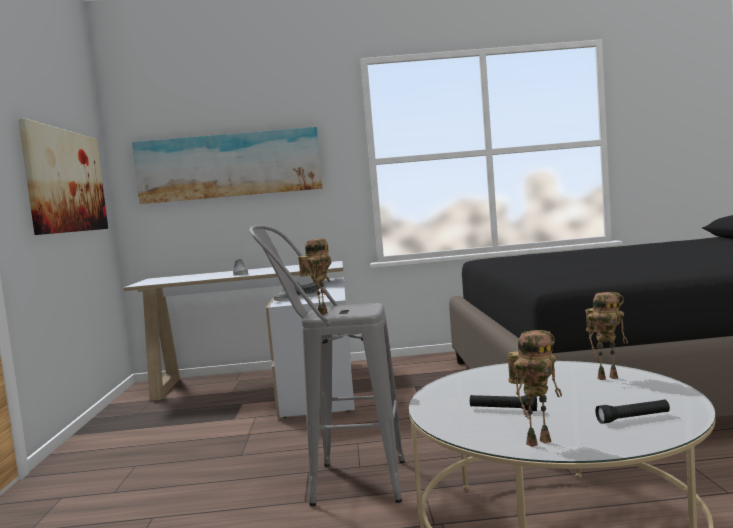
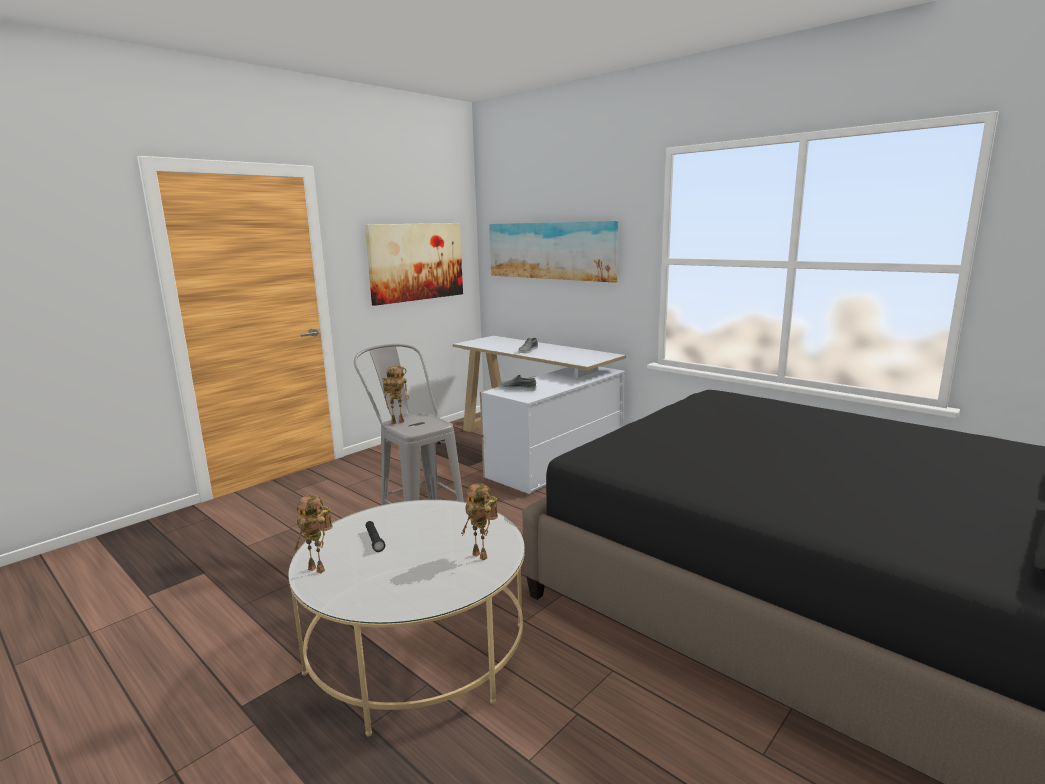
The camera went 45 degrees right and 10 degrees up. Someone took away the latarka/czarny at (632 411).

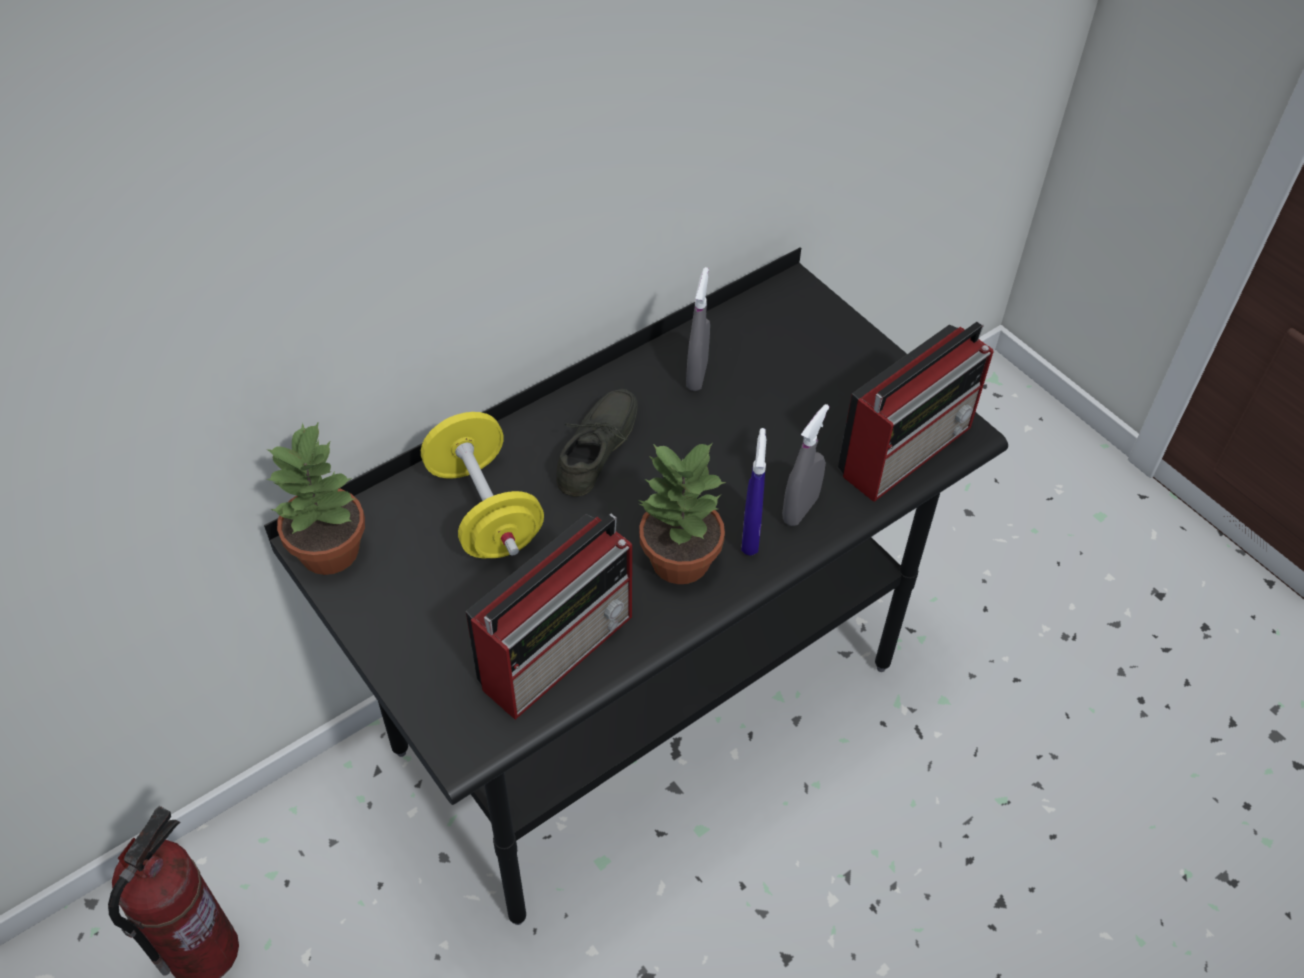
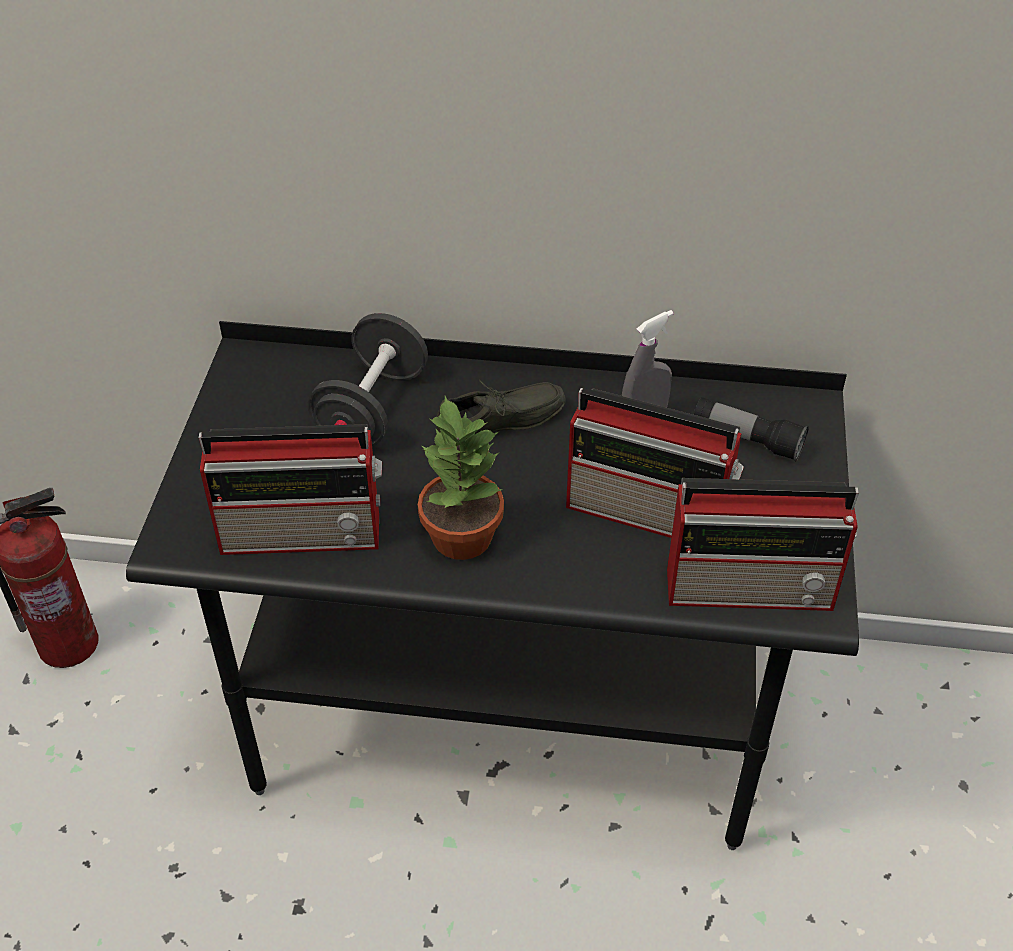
The camera went 45 degrees right and 5 degrees down. Someone took away the roślina doniczkowa at (315 498). Someone repainted the hantel/żółty at (482 485), which became the hantel/czarny at (368 380). Someone took away the spryskiwacz/niebieski at (753 492). Someone took away the spryskiwacz/szary at (805 465). Someone put down the radio at (655 463). Someone put down the latarka at (751 429).

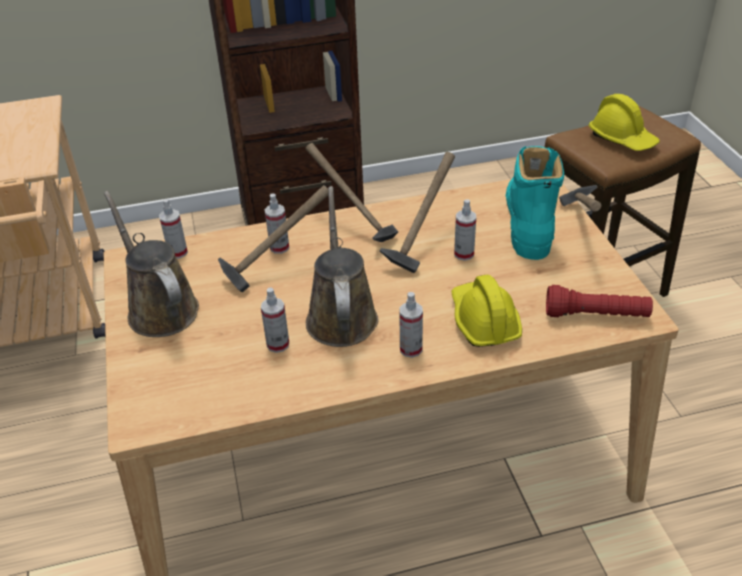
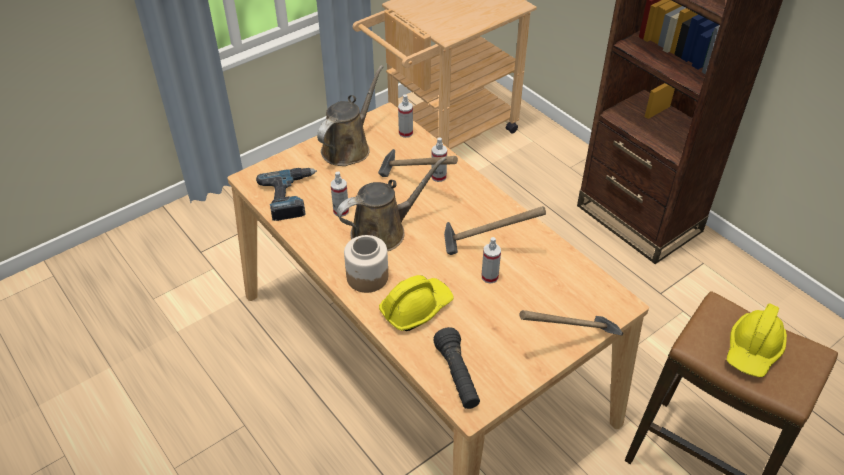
The camera went 65 degrees right and 5 degrees up. Someone took away the młotek at (351 192). Someone swapped the spryskiwacz at (411 325) for the słoik at (366 264). Someone took away the but z cholewką/turkusowy at (534 203). Someone repainted the latarka/czerwony at (599 301), which became the latarka/czarny at (456 368). Someone put down the wiertarka at (286 194).

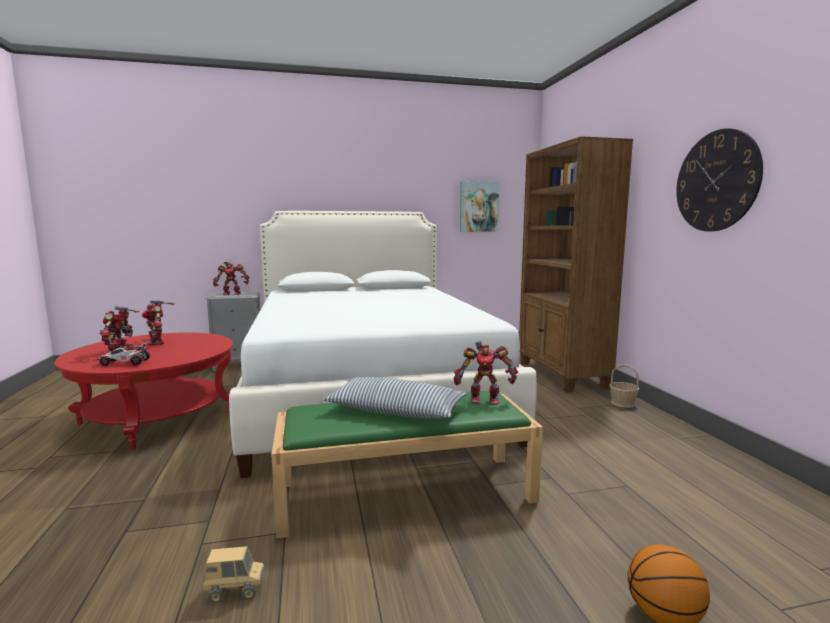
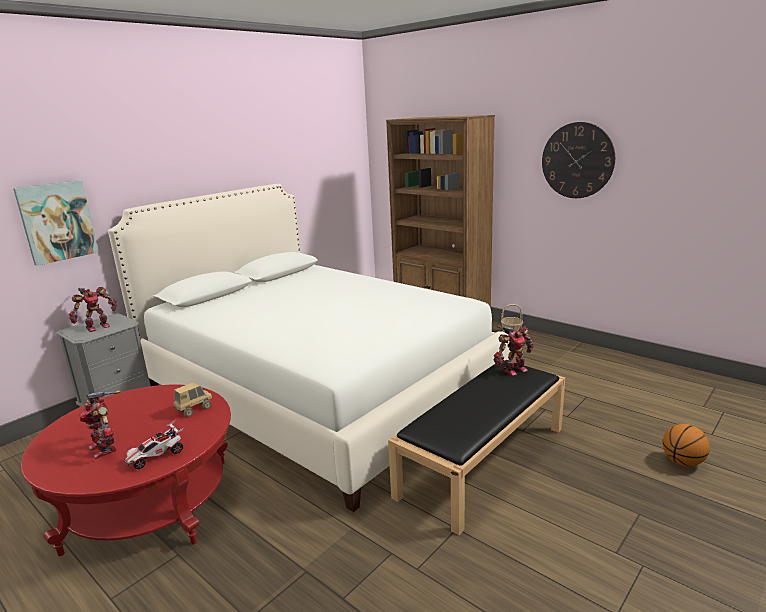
The camera went 35 degrees left and 10 degrees up. Someone took away the robot zabawkowy at (158 323). Someone carried the ciężarówka zabawkowa from (233 574) to (193 399). Someone repainted the ławka/zielony at (407 465), which became the ławka/czarny at (476 447). Someone took away the poduszka at (395 398). Someone carried the obraz from (479 206) to (56 223).

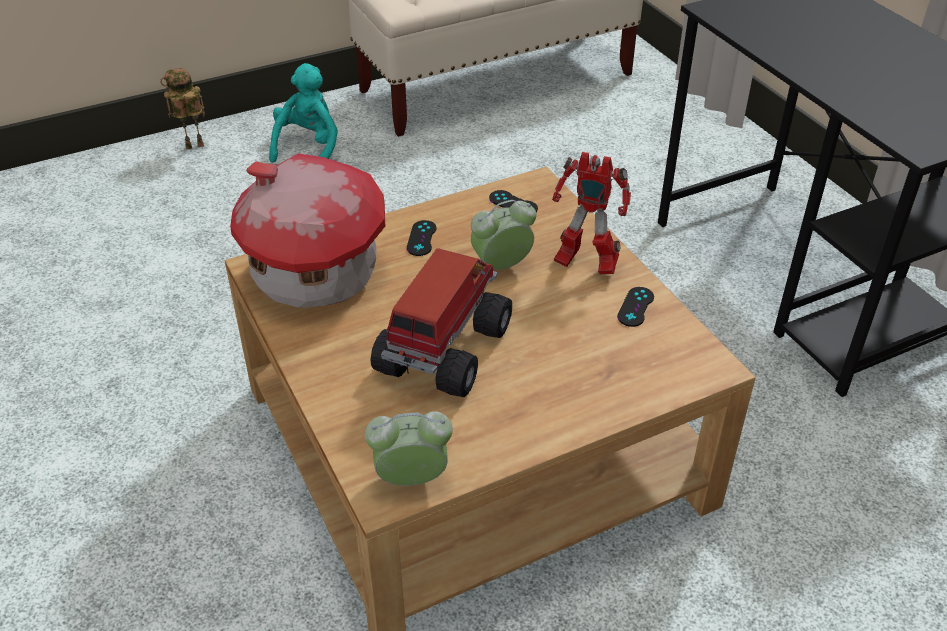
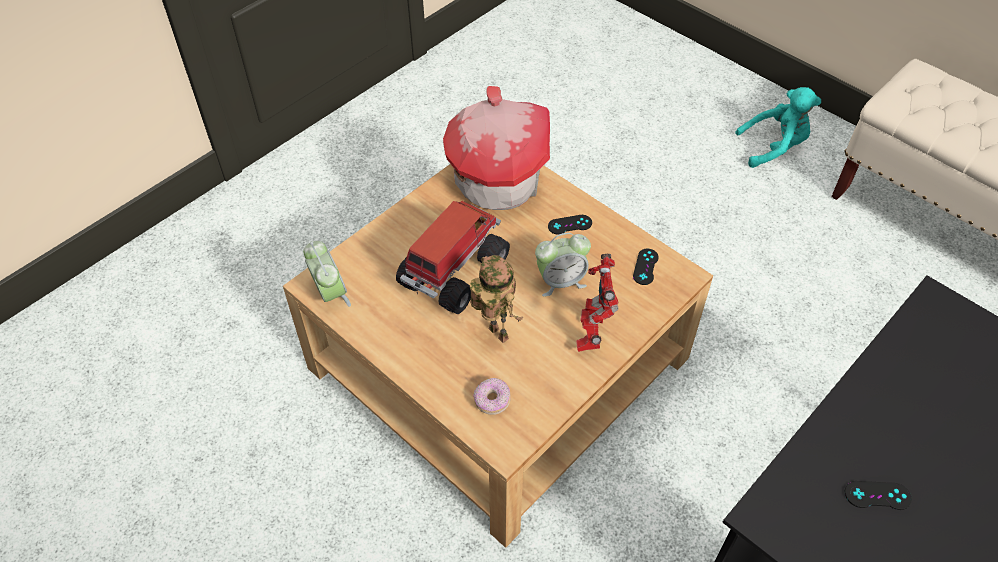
The camera went 70 degrees right and 10 degrees up. Someone carried the robot zabawkowy from (182 109) to (496 299). Someone rotated the ciężarówka zabawkowa at (441 322) by 60 degrees counterclockwise. Someone rotated the budzik at (504 235) by 120 degrees clockwise. Someone carried the pad do gier/czarny from (635 307) to (878 495). Someone put down the donut at (492 396).

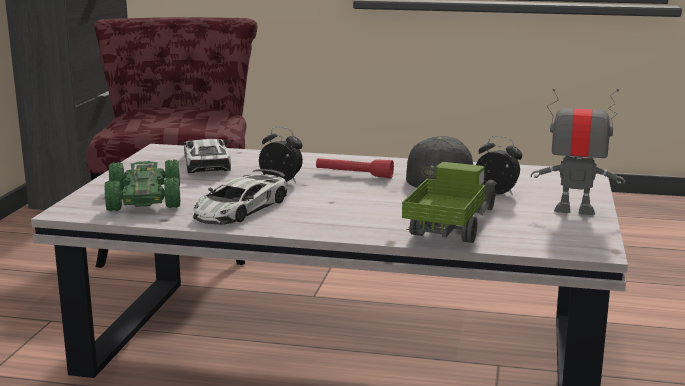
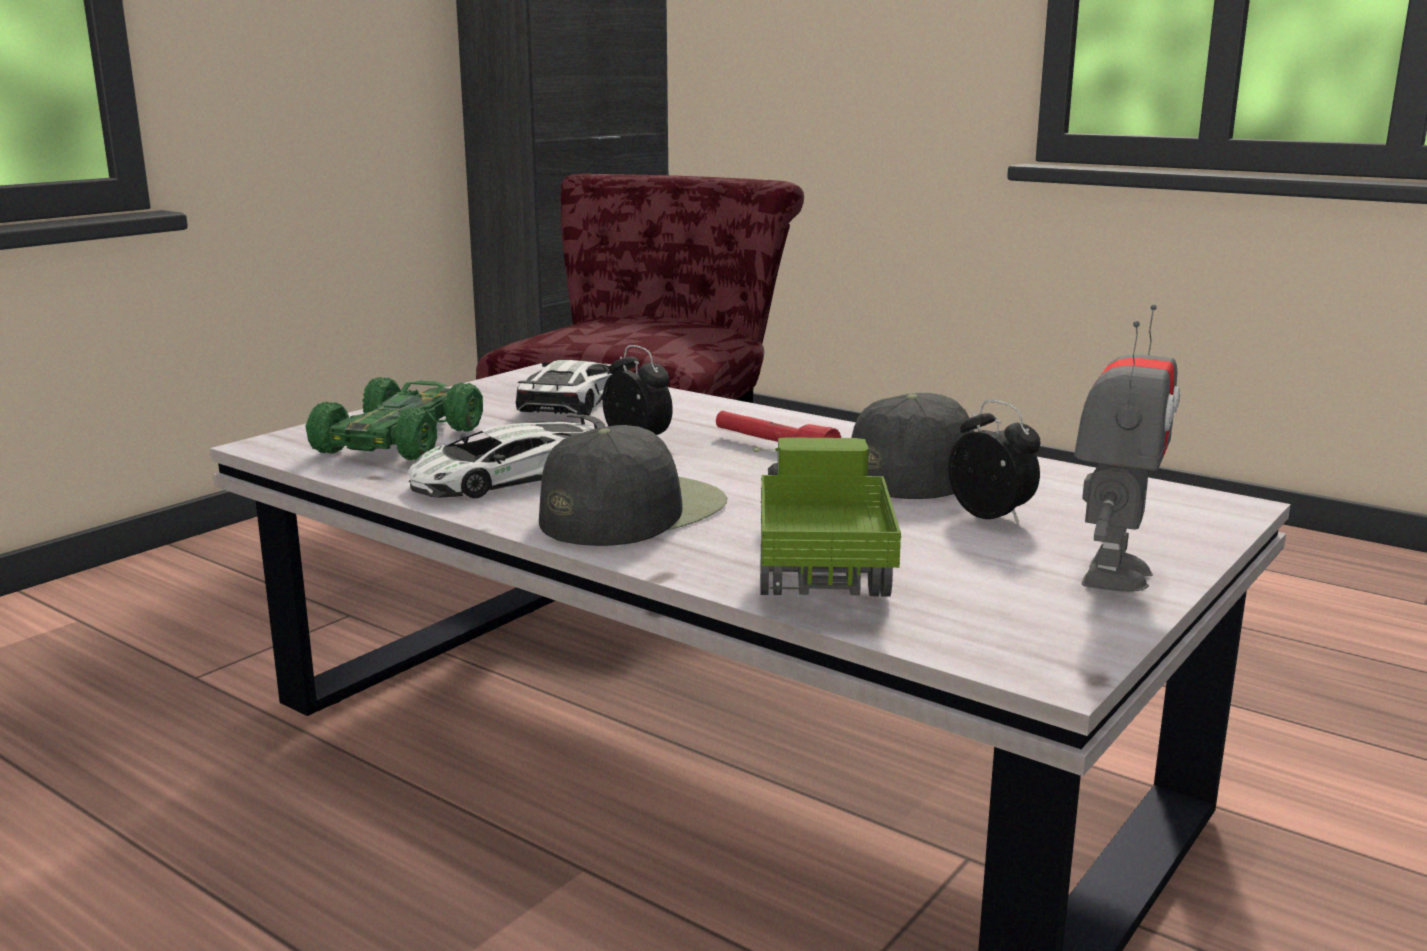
The camera went 25 degrees right and 0 degrees up. Someone rotated the ciężarówka zabawkowa at (450 202) by 45 degrees counterclockwise. Someone rotated the robot zabawkowy at (578 152) by 75 degrees clockwise. Someone put down the czapka z daszkiem/czarny at (633 485).

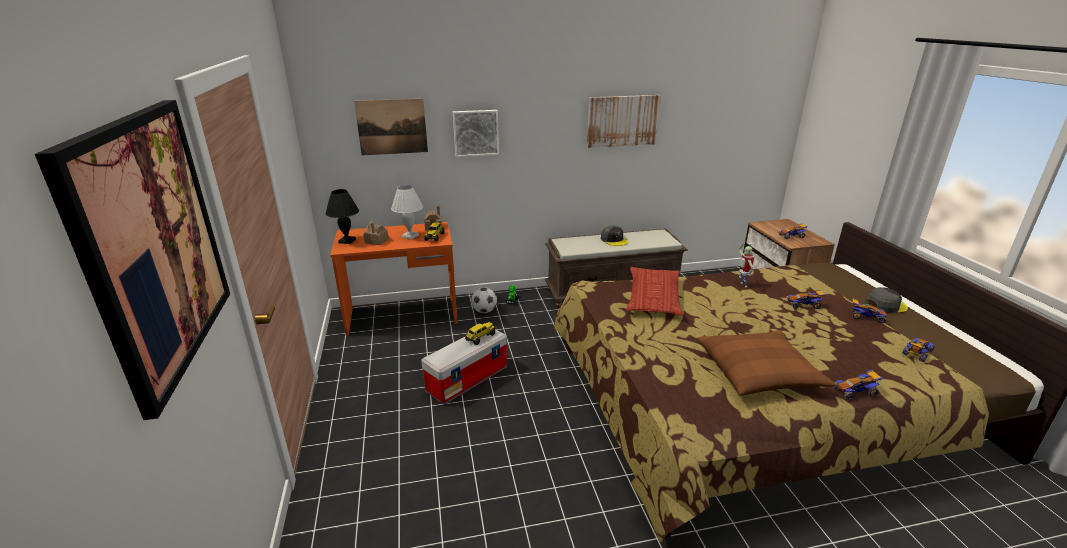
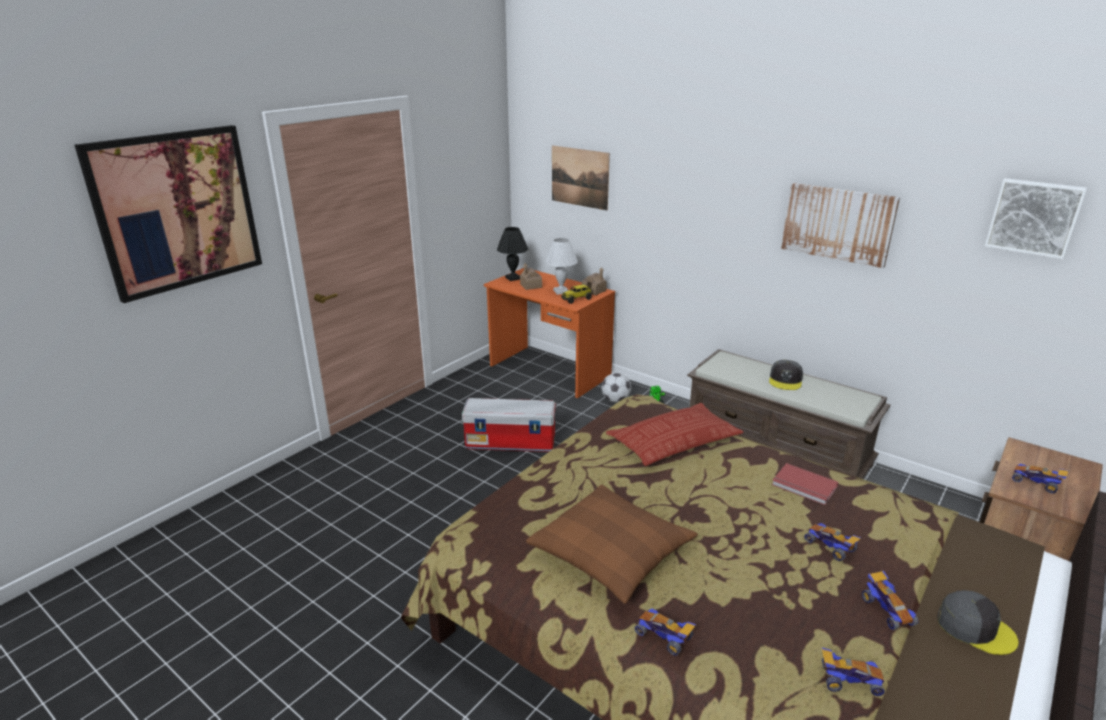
The camera went 50 degrees right and 0 degrees up. Someone carried the obraz from (476 133) to (1036 218). Someone took away the ciężarówka zabawkowa at (480 333). Someone swapped the robot zabawkowy at (746 264) for the książka/czerwony at (805 484).

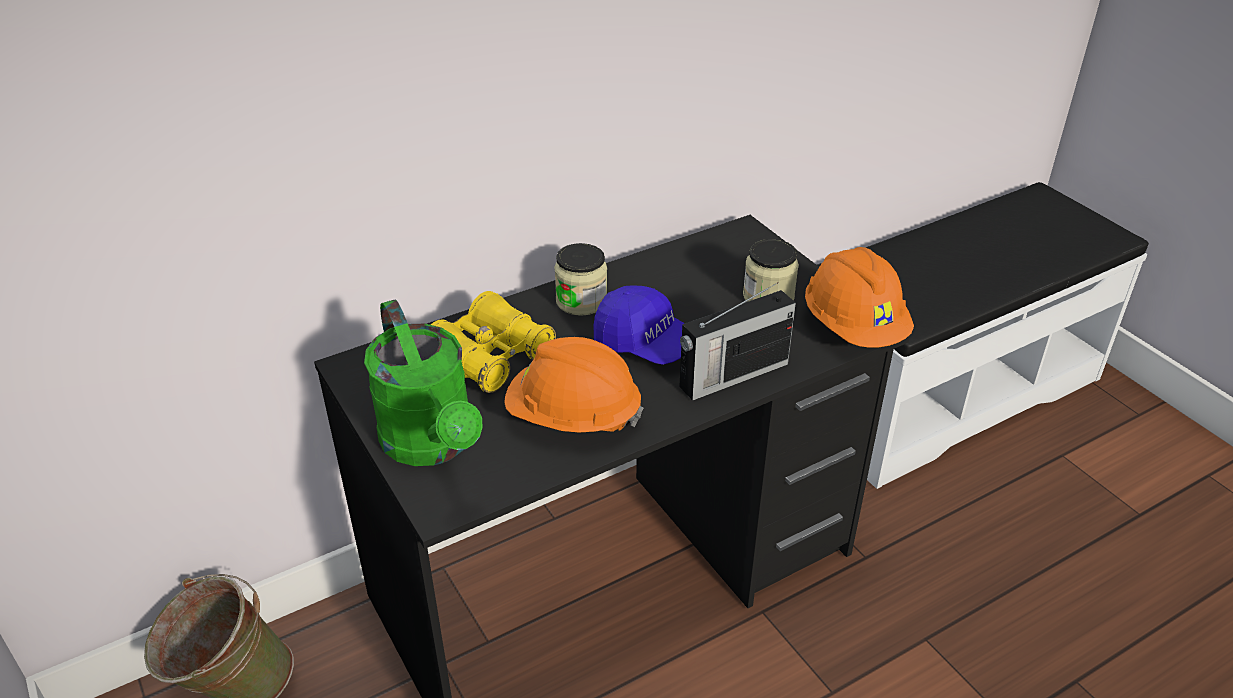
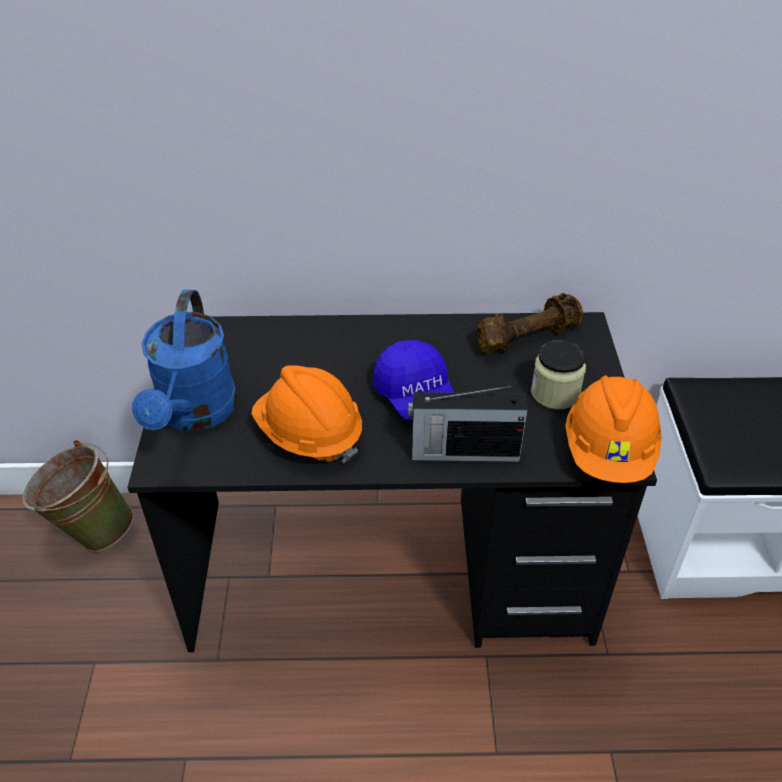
The camera went 30 degrees right and 5 degrees up. Someone repainted the konewka/zielony at (423 383), which became the konewka/niebieski at (184 361). Someone took away the lornetka/żółty at (493 342). Someone took away the słoik at (580 279). Someone put down the hantel/brązowy at (530 323).

